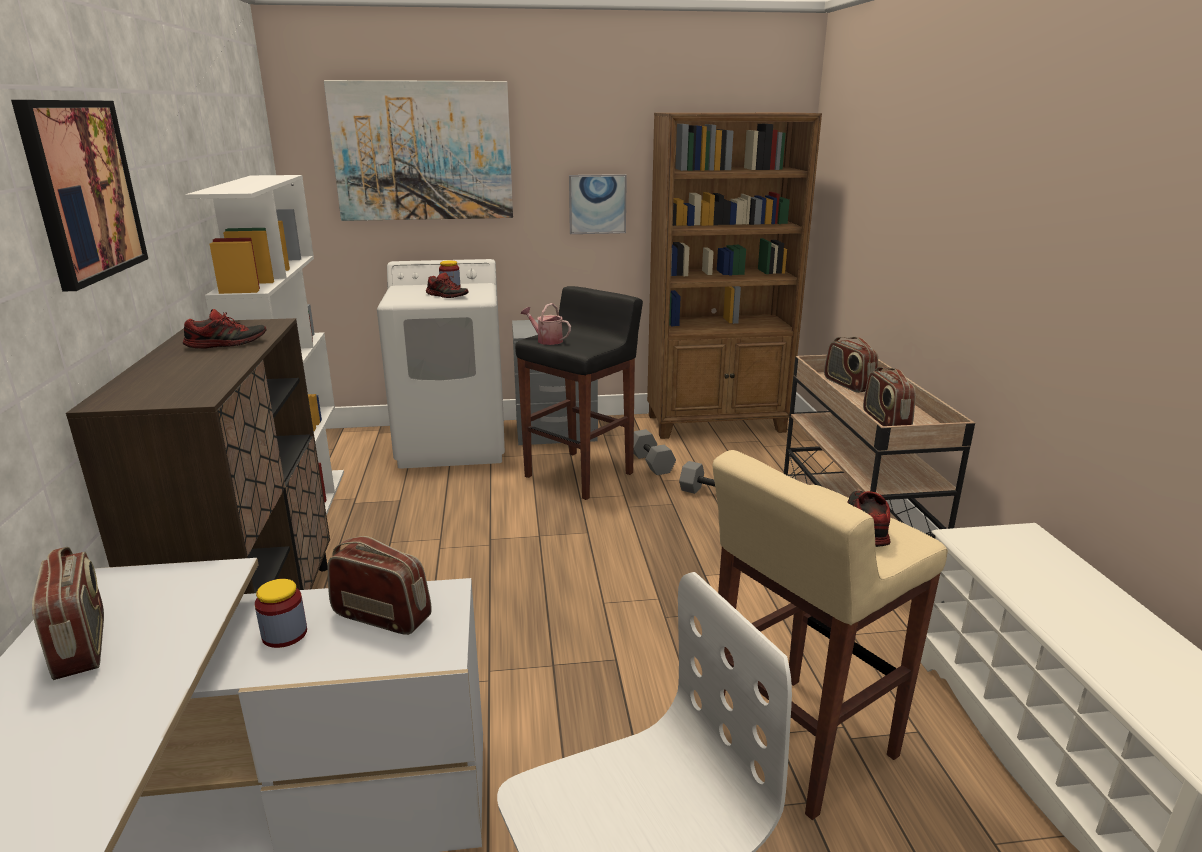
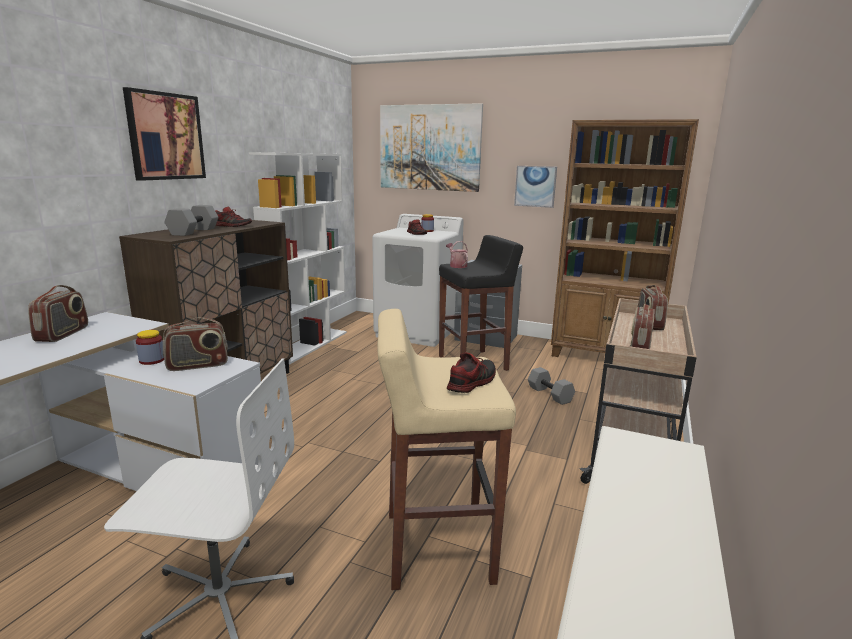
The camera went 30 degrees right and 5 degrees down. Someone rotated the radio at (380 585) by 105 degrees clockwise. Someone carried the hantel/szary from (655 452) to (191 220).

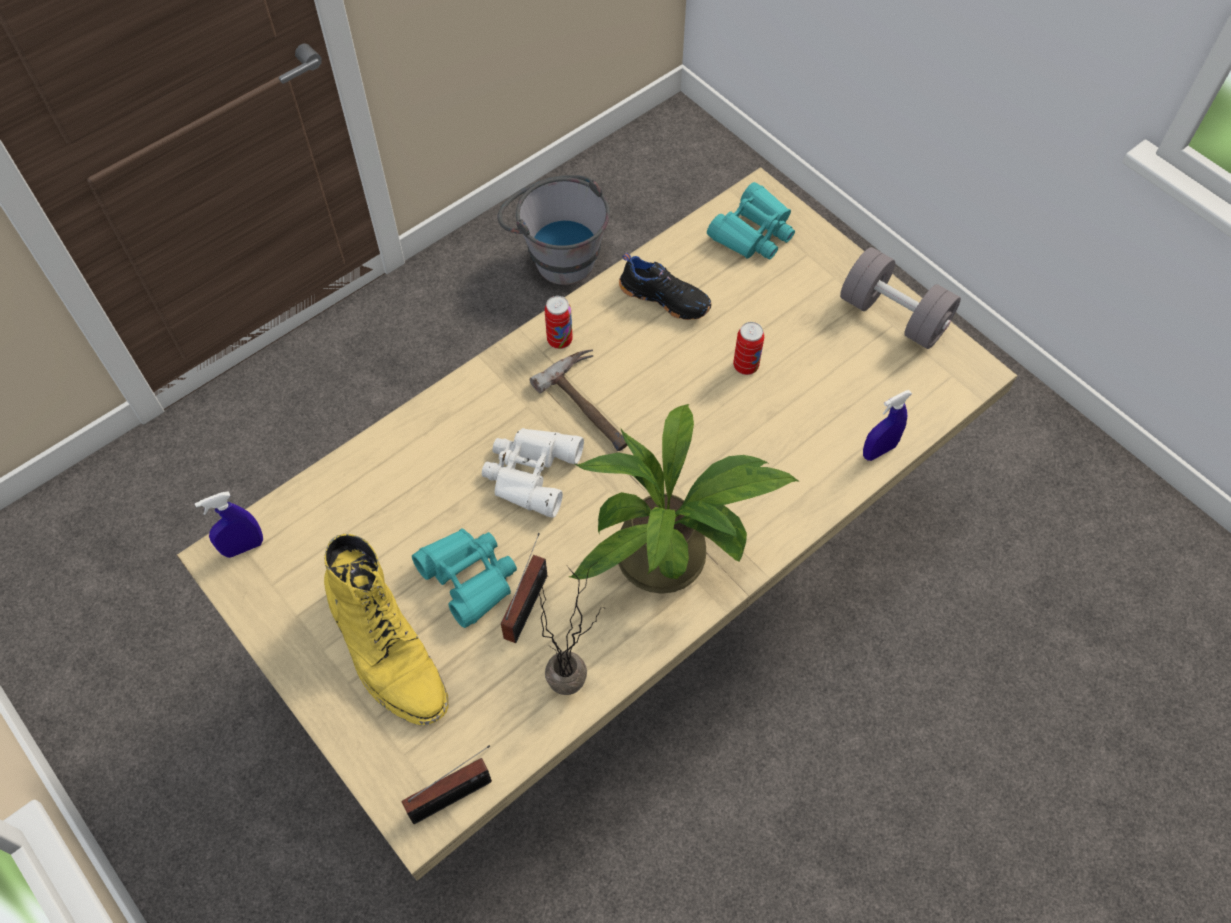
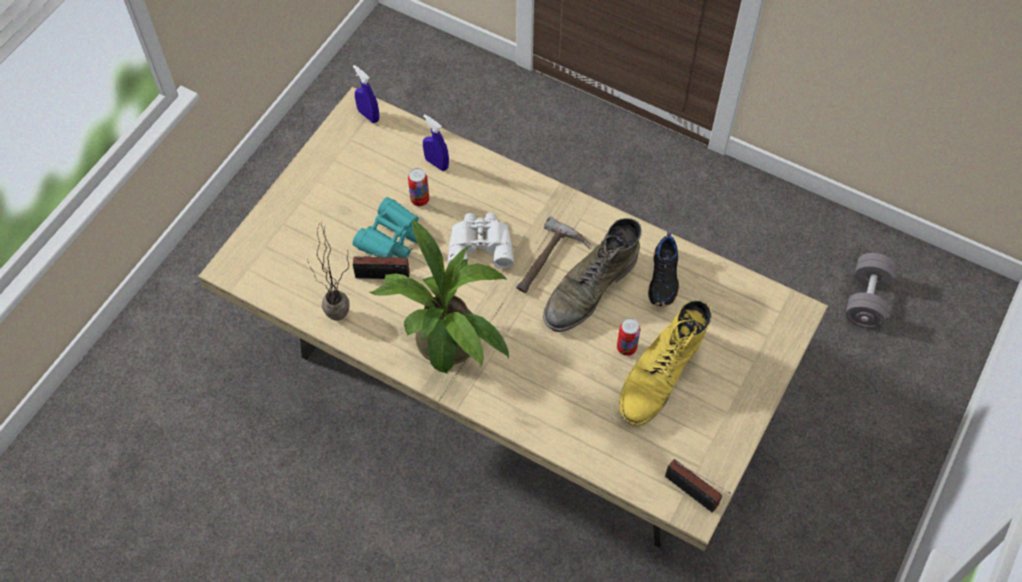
The camera went 70 degrees right and 0 degrees up. Someone carried the but z cholewką/żółty from (386 629) to (665 363). Someone carried the radio from (447 784) to (698 486). Someone took away the wiadro/szary at (553 230). Someone carried the puszka from (559 322) to (418 187). Someone took away the lornetka/turkusowy at (751 220). Someone carried the hantel/szary from (900 298) to (870 290). Someone carried the spryskiwacz/niebieski from (887 425) to (436 142). Someone put down the but z cholewką/zielony at (592 275).

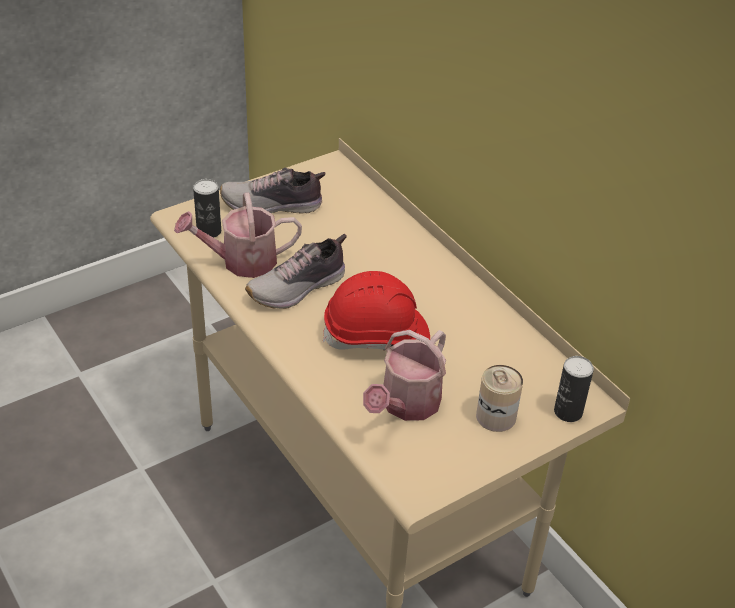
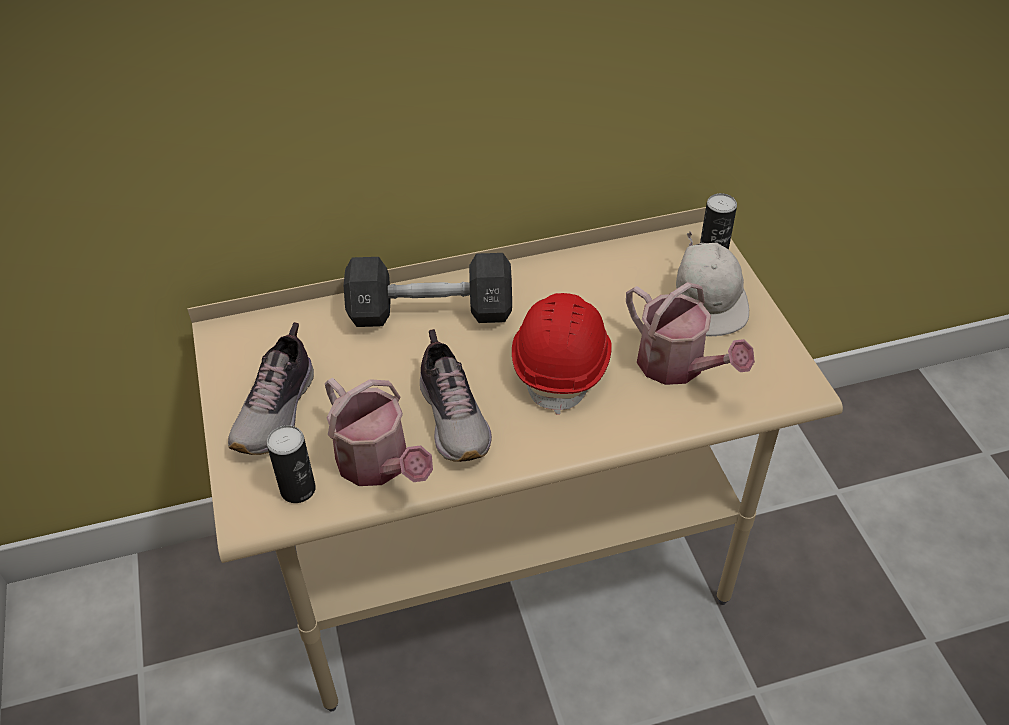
The camera went 70 degrees left and 5 degrees up. Someone rotated the konewka at (238 235) by 45 degrees counterclockwise. Someone swapped the puszka at (499 398) for the czapka z daszkiem/biały at (712 284). Someone put down the hantel/czarny at (427 290).

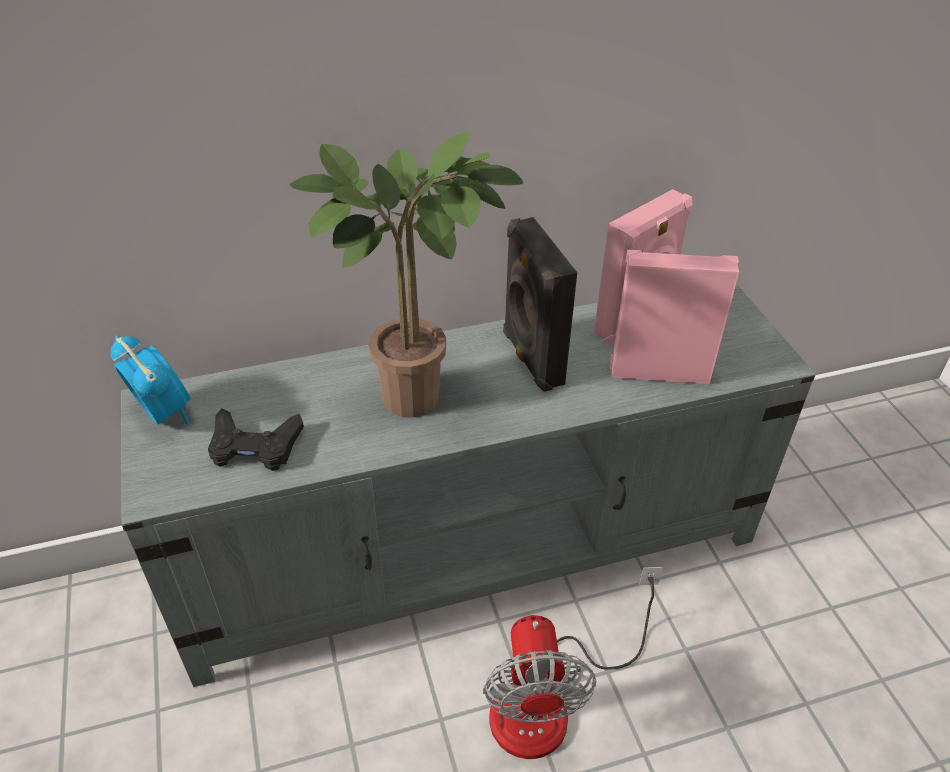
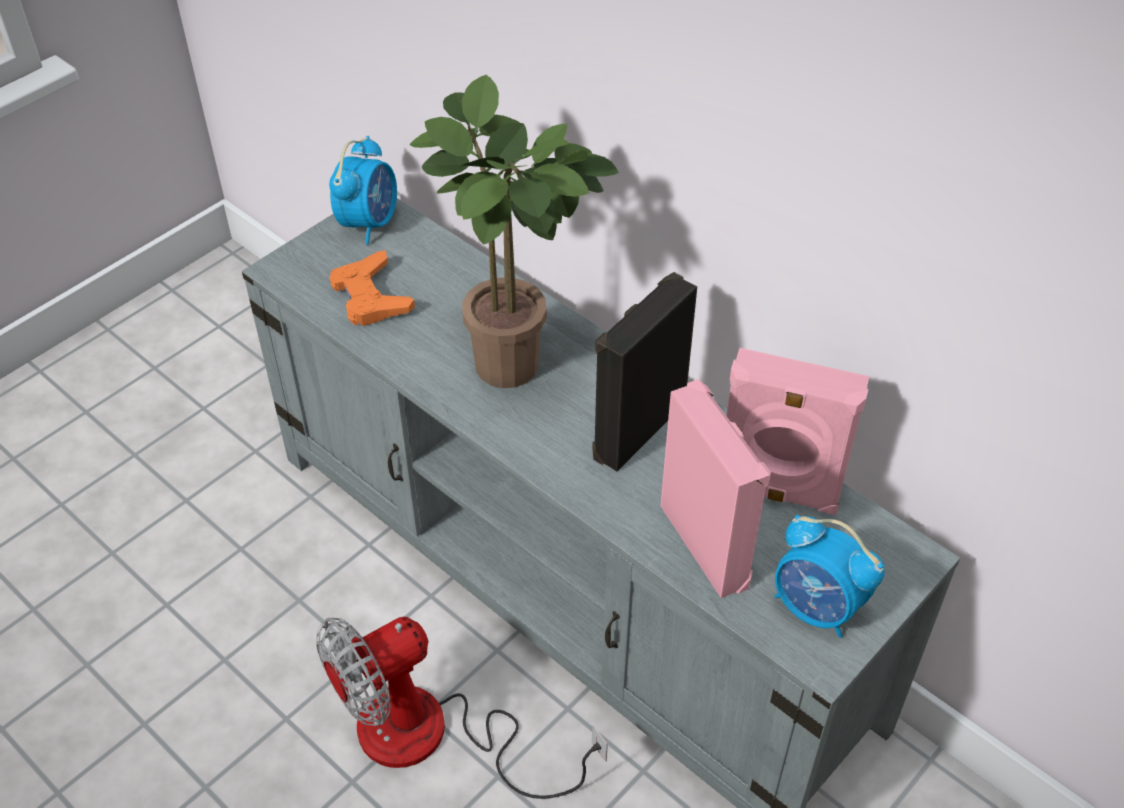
The camera went 60 degrees right and 5 degrees up. Someone repainted the pad do gier/czarny at (256 439), which became the pad do gier/pomarańczowy at (372 288). Someone put down the budzik at (829 576).

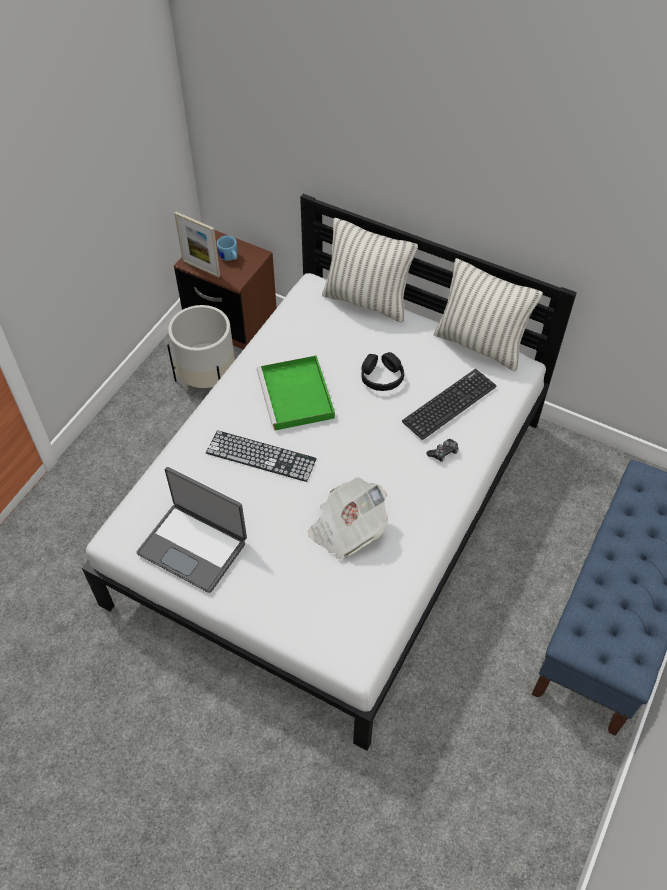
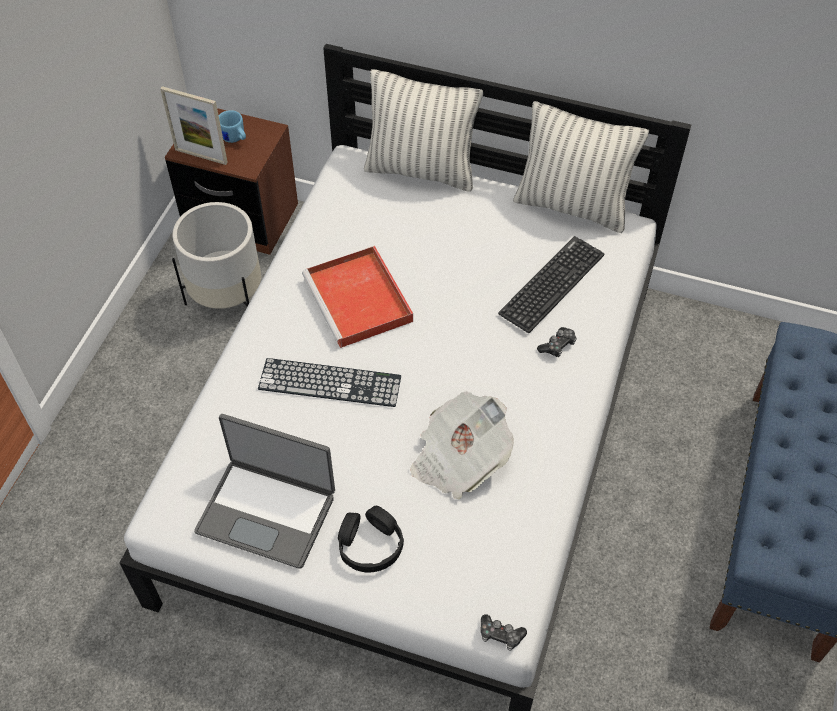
The camera went 10 degrees left and 0 degrees up. Someone repainted the taca/zielony at (296 393), which became the taca/czerwony at (357 297). Someone carried the słuchawki/czarny from (382 371) to (371 539). Someone put down the pad do gier at (503 632).

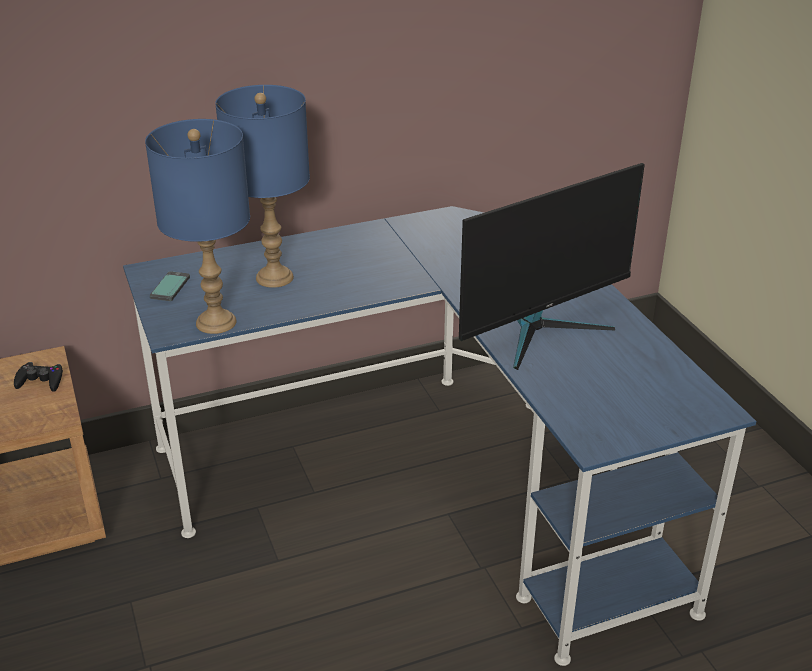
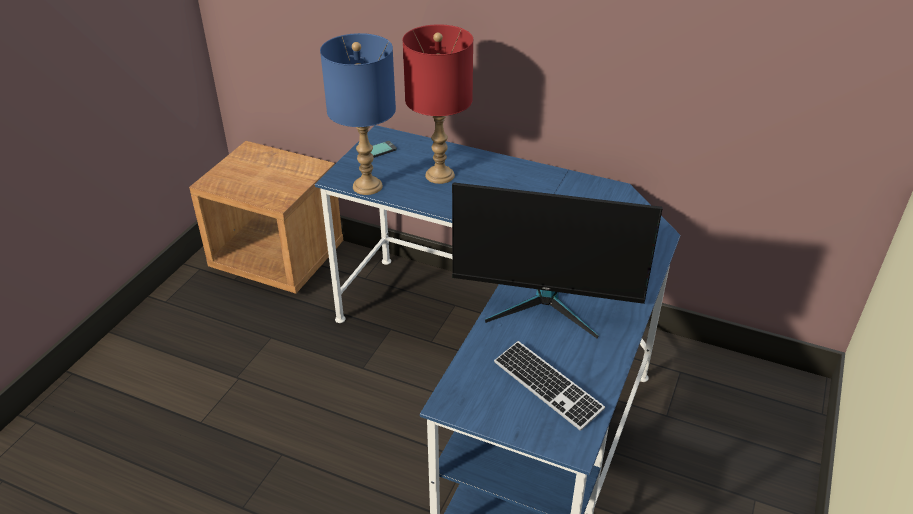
The camera went 45 degrees right and 5 degrees up. Someone took away the pad do gier/czarny at (38 377). Someone repainted the lampa stołowa/niebieski at (262 186), which became the lampa stołowa/czerwony at (438 104). Someone put down the klawiatura at (549 386).

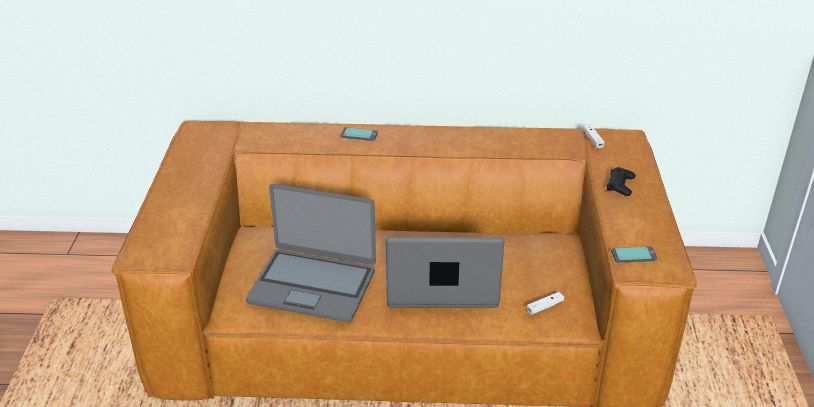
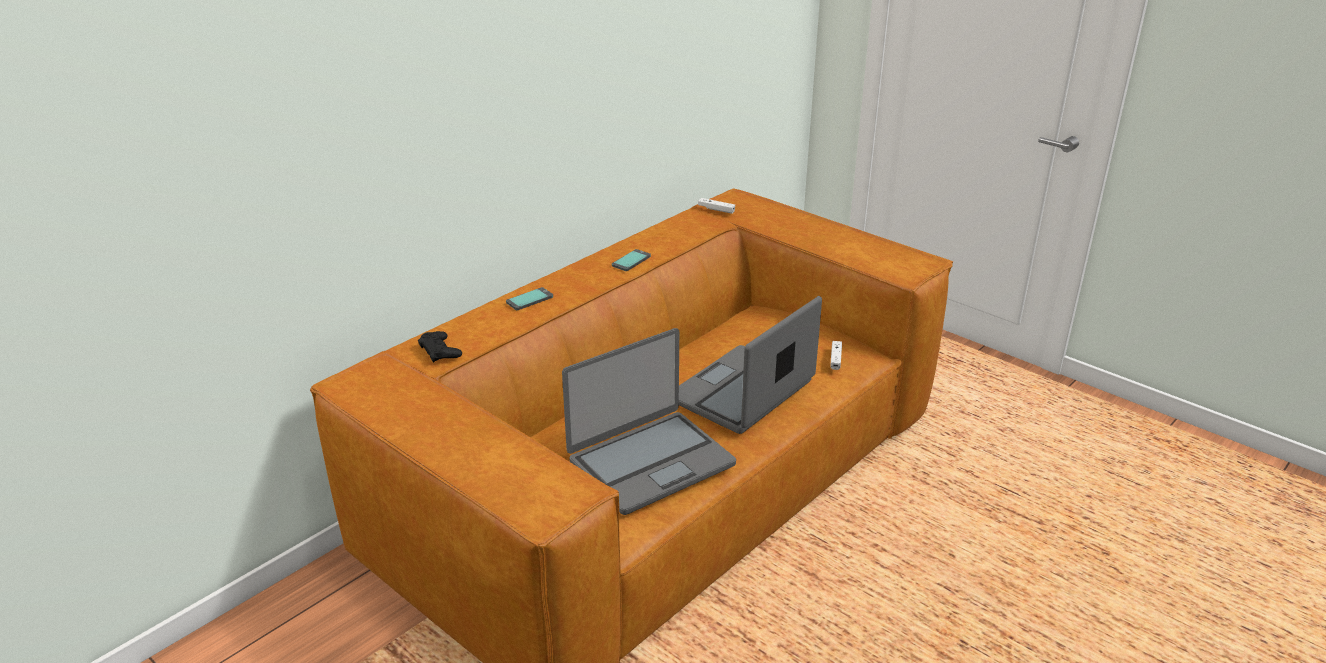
The camera went 50 degrees left and 5 degrees down. Someone carried the pad do gier/czarny from (621 181) to (440 347). Someone carried the telefon from (634 254) to (631 260).

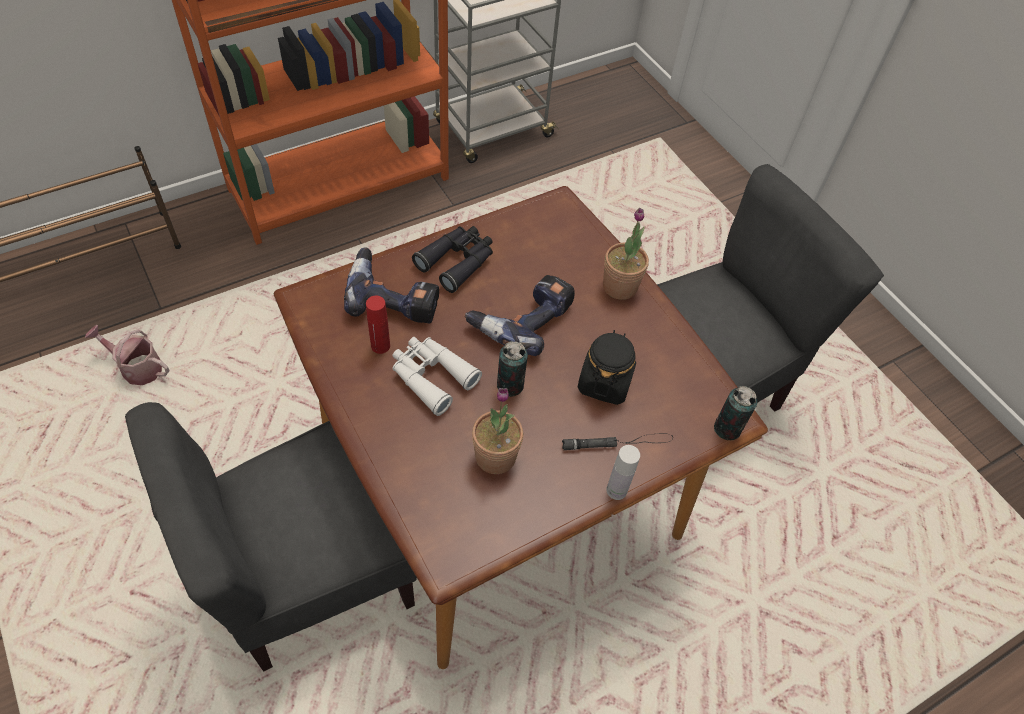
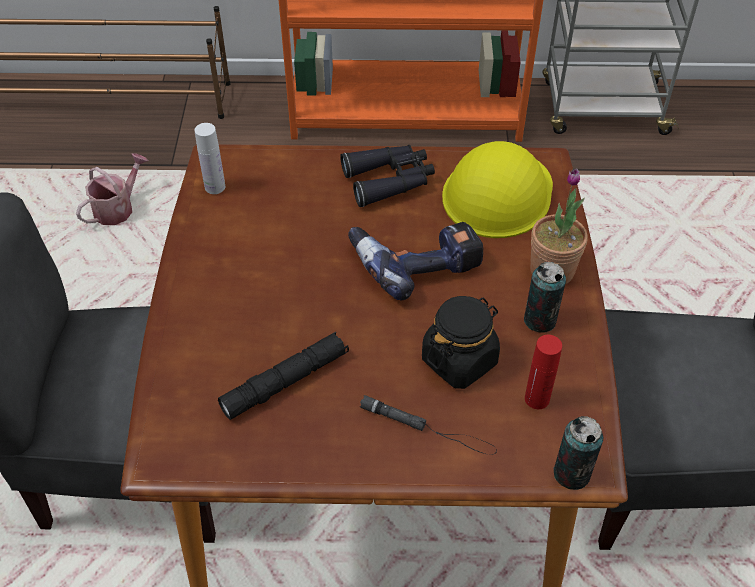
The camera went 35 degrees right and 5 degrees down. Someone rotated the konewka at (127 355) by 75 degrees clockwise. Someone took away the wiertarka at (391 285). Someone carried the butelka/czerwony from (378 325) to (543 372). Someone took away the lornetka/biały at (437 376). Someone swapped the roślina doniczkowa at (497 431) for the latarka/czarny at (283 376). Someone carried the puszka from (512 369) to (545 297). Someone carried the butelka/biały from (623 472) to (209 158). Someone put down the kask/żółty at (497 189).

